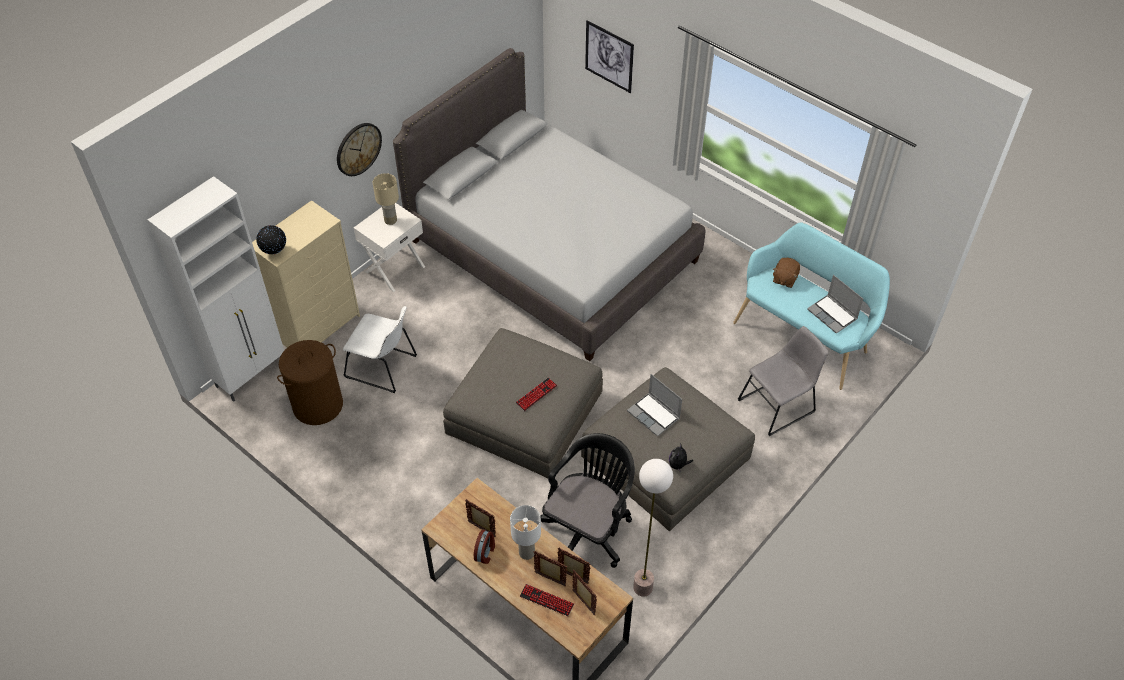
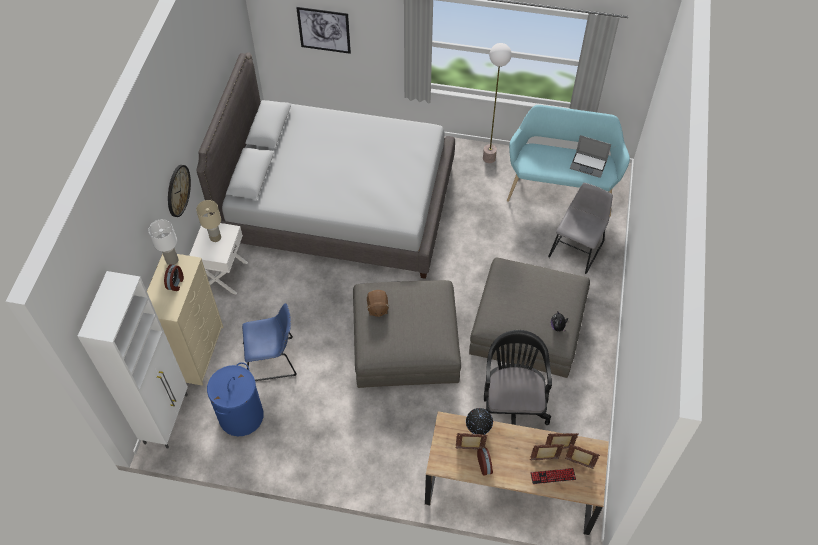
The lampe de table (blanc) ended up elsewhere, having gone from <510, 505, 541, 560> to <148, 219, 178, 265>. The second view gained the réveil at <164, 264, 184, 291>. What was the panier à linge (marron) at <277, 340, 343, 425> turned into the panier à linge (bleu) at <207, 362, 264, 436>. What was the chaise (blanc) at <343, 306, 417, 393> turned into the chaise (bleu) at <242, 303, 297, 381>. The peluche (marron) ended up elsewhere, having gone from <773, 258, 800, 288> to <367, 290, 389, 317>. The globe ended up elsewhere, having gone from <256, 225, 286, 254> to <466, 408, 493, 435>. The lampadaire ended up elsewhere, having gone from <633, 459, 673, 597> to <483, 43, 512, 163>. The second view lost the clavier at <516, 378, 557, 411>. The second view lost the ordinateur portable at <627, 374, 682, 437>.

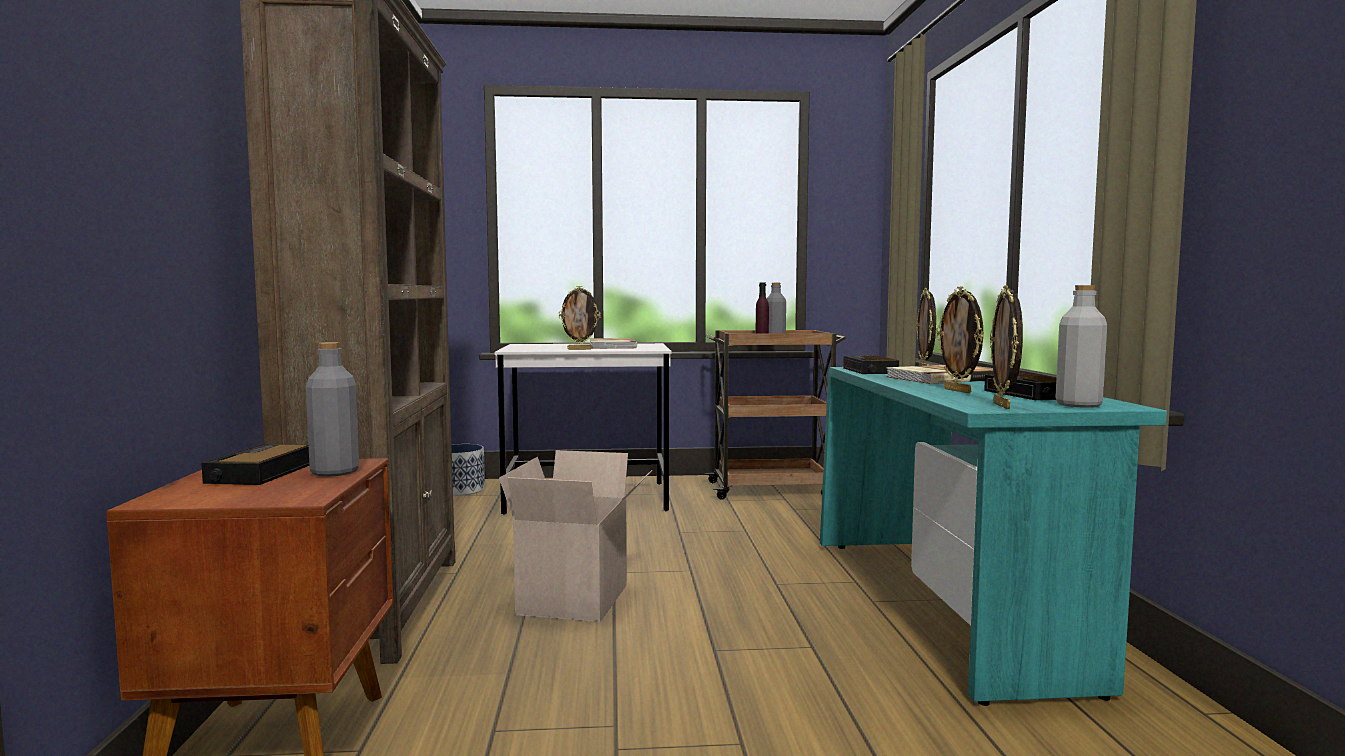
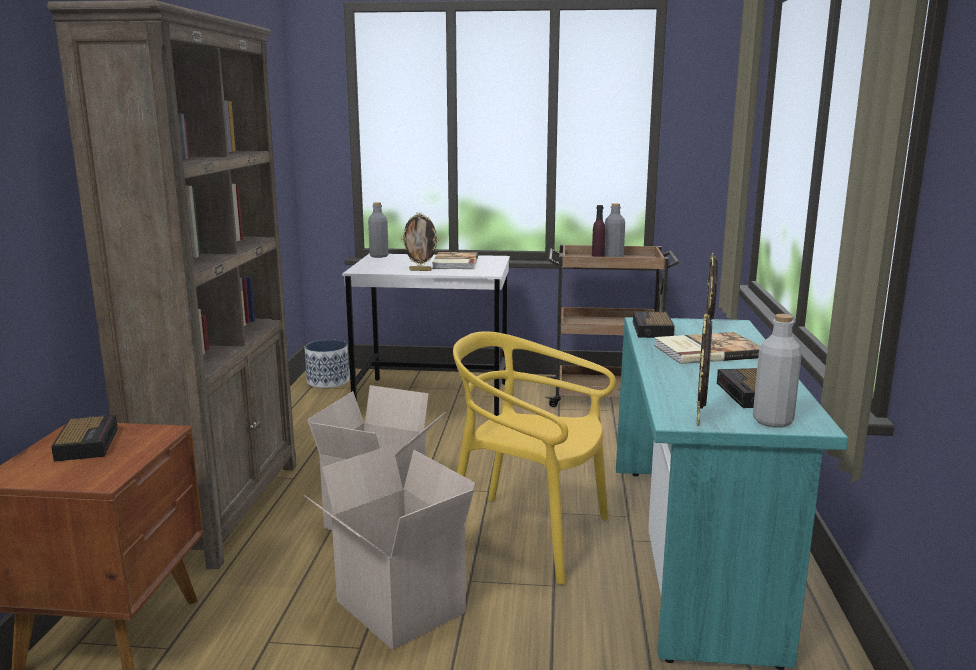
The réveil at <201, 444, 310, 485> ended up facing another way, 150 degrees clockwise from before. The second view gained the carton at <303, 445, 476, 650>. The bouteille (gris) ended up elsewhere, having gone from <306, 342, 359, 477> to <368, 202, 389, 258>. The second view gained the chaise (jaune) at <453, 331, 616, 585>. The second view lost the cadre photo at <936, 286, 984, 393>.

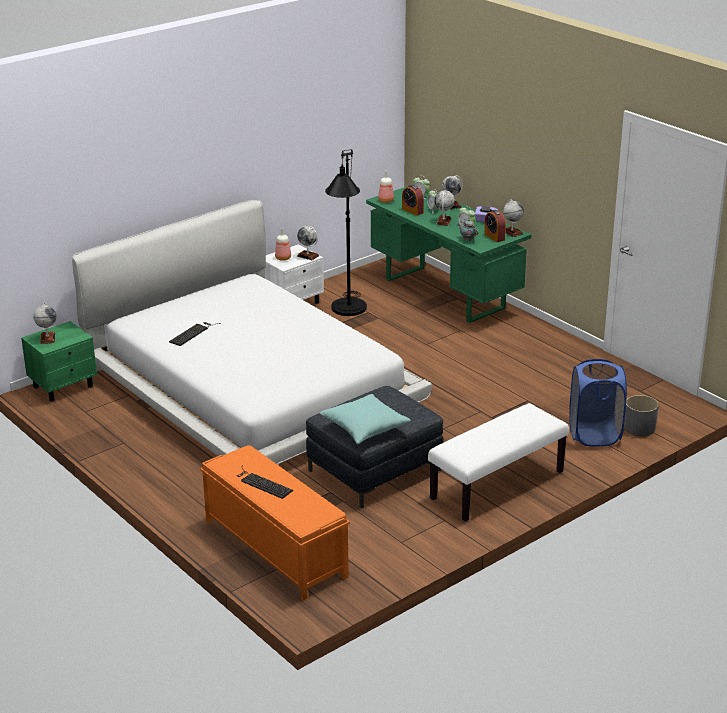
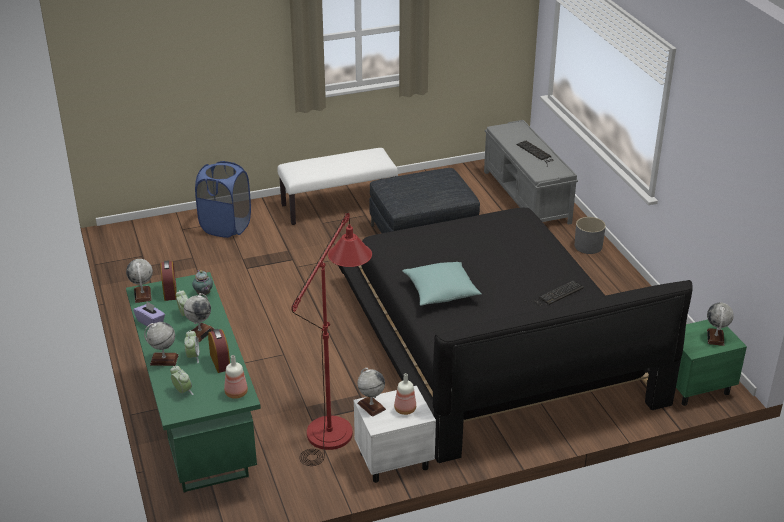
What was the lampadaire (noir) at <325, 149, 367, 316> turned into the lampadaire (rouge) at <291, 212, 372, 466>. What was the lit (blanc) at <72, 200, 432, 465> turned into the lit (noir) at <338, 208, 693, 463>. The coussin (turquoise) ended up elsewhere, having gone from <320, 394, 411, 444> to <402, 262, 482, 306>. What was the banc (orange) at <200, 445, 350, 601> turned into the banc (gris) at <484, 120, 578, 225>. The cache-pot (gris) ended up elsewhere, having gone from <624, 395, 659, 436> to <575, 217, 606, 254>.

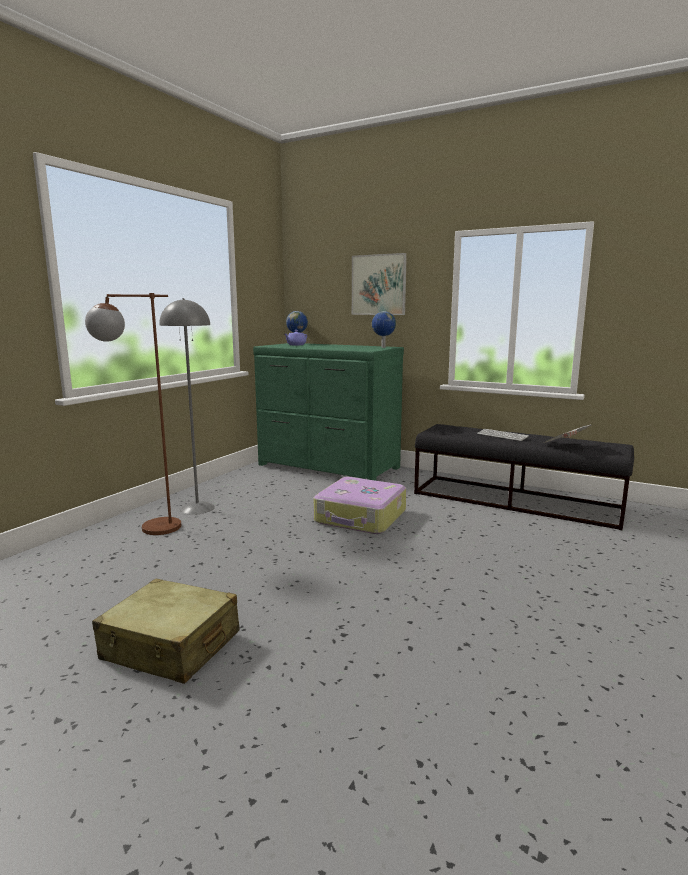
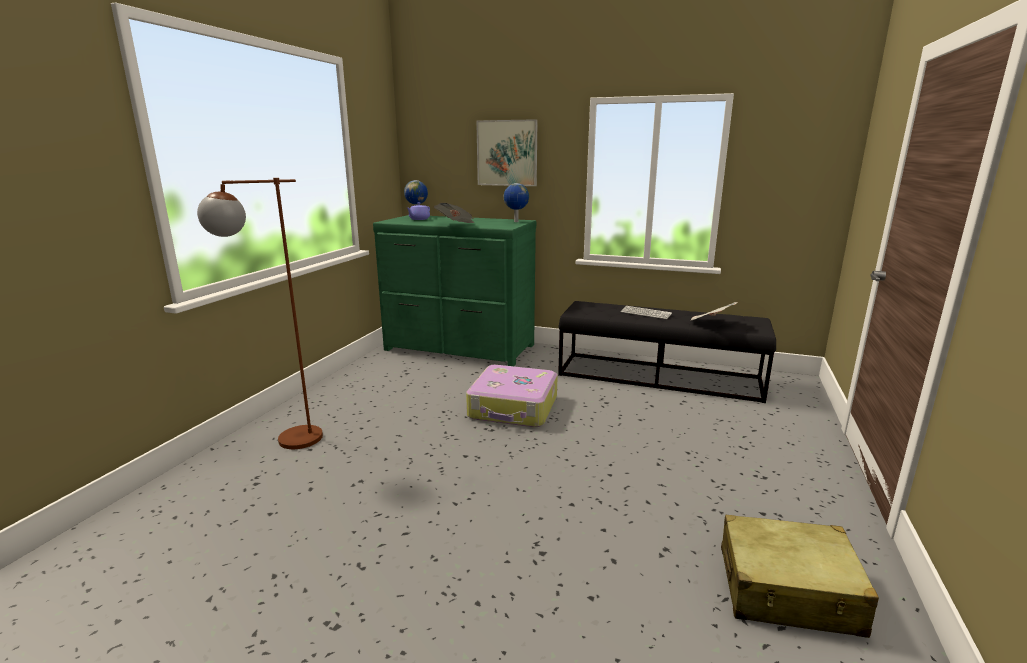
The second view gained the journal at <434, 203, 474, 223>. The valise (beige) ended up elsewhere, having gone from <92, 578, 240, 684> to <721, 515, 879, 638>. The second view lost the lampadaire (gris) at <159, 298, 215, 515>.

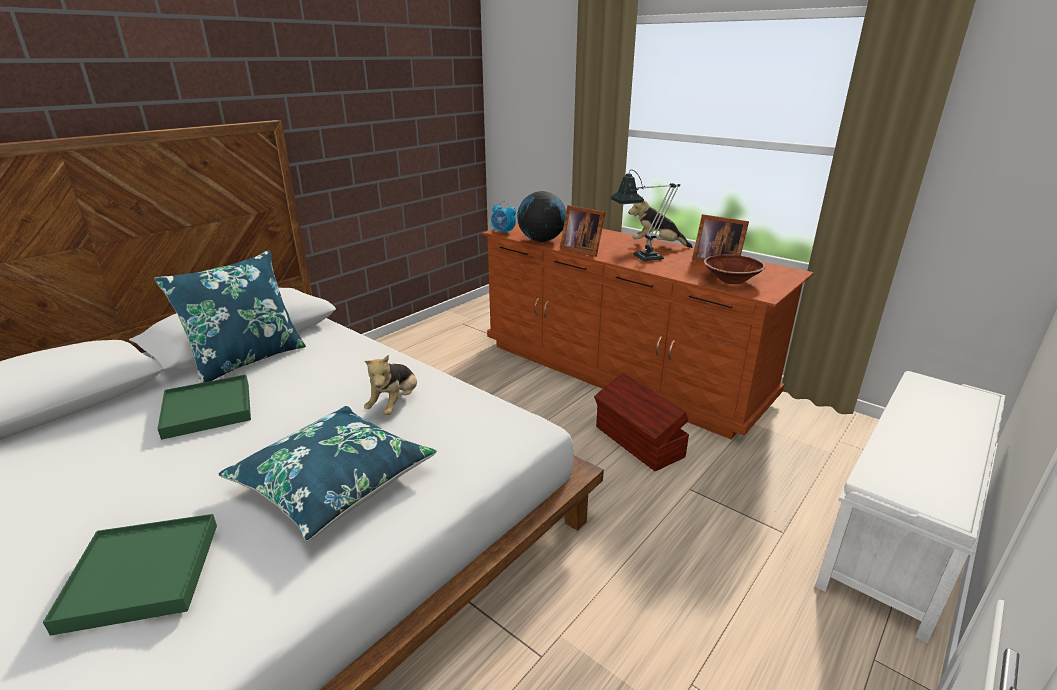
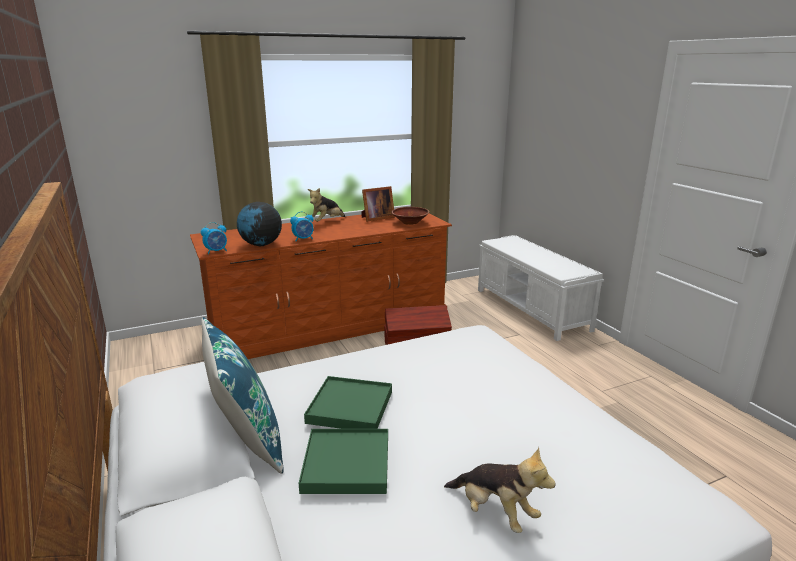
Where the cadre photo stood at <560, 205, 606, 257>, the réveil came to stand at <290, 211, 314, 241>. The plateau (vert) ended up elsewhere, having gone from <43, 514, 217, 636> to <304, 376, 392, 429>. The peluche ended up elsewhere, having gone from <364, 355, 417, 415> to <444, 447, 556, 533>. The second view lost the coussin (bleu) at <219, 406, 437, 541>. The second view lost the lampe de table at <611, 170, 680, 262>.

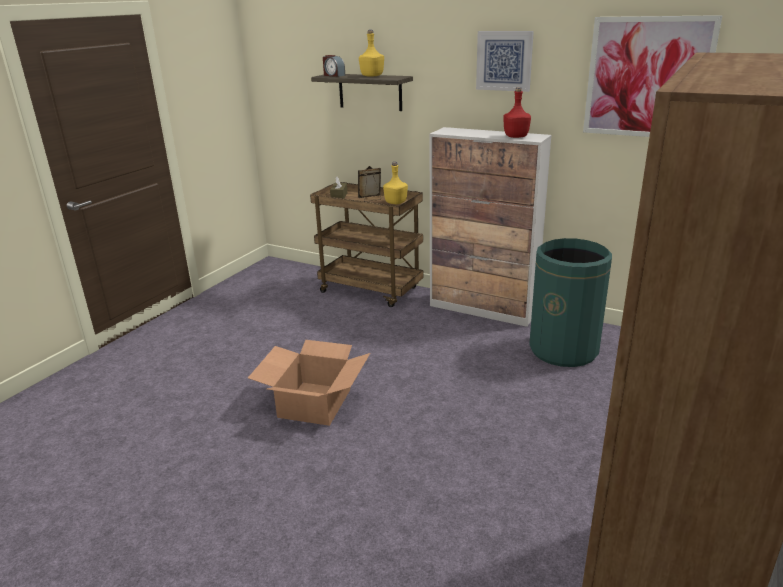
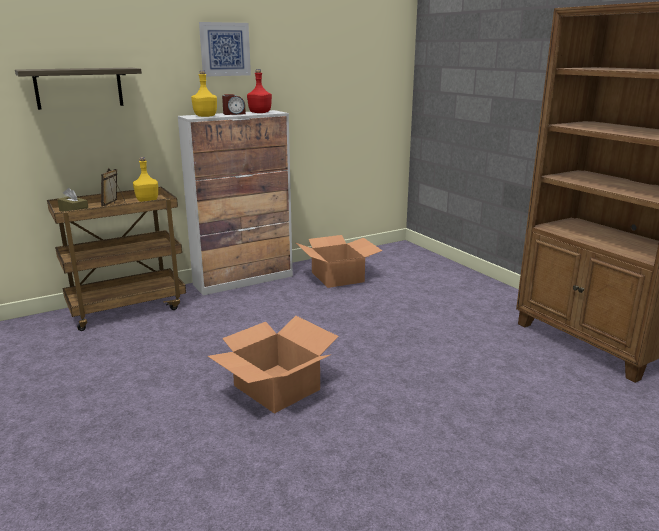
The bouteille (jaune) ended up elsewhere, having gone from <359, 30, 384, 77> to <191, 71, 217, 117>. The réveil ended up elsewhere, having gone from <323, 55, 345, 77> to <222, 94, 246, 115>. Where the poubelle (vert) stood at <529, 238, 612, 367>, the carton came to stand at <296, 235, 382, 288>. The second view lost the tableau at <583, 15, 723, 137>.

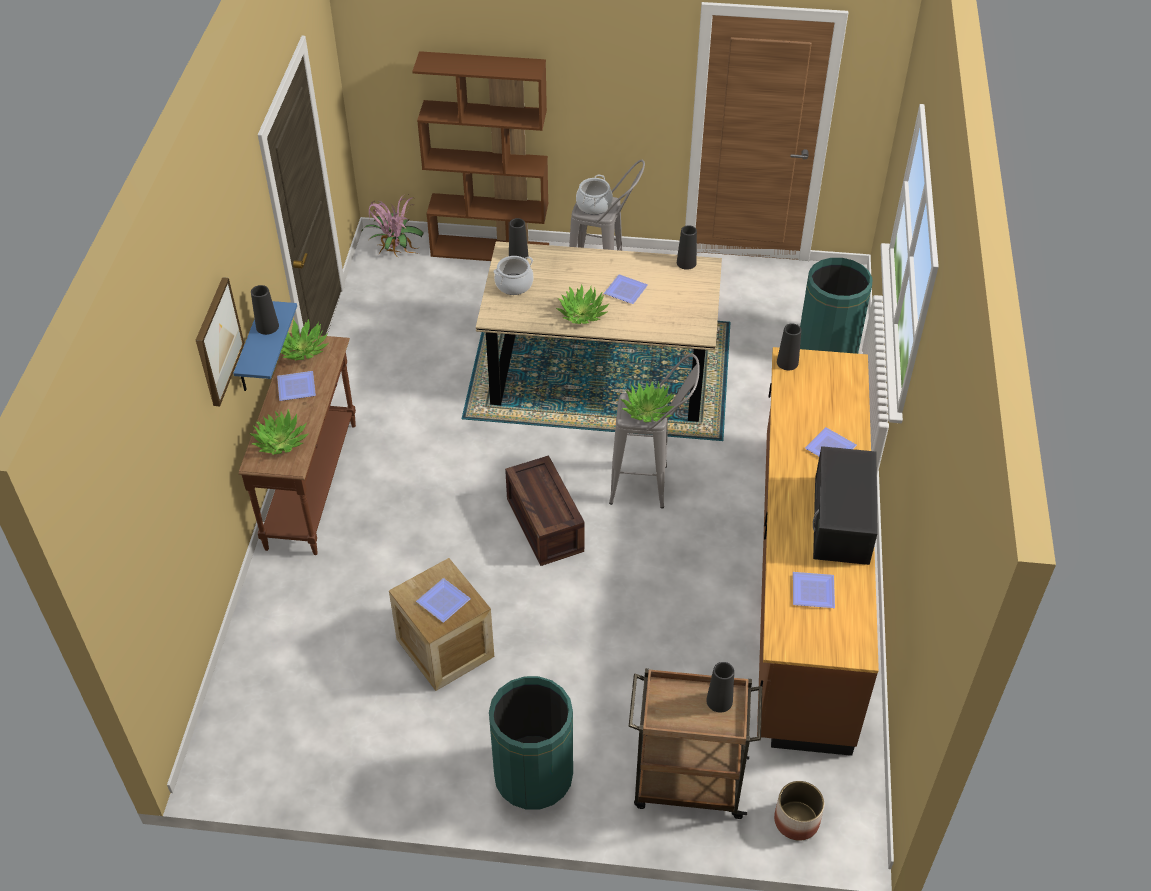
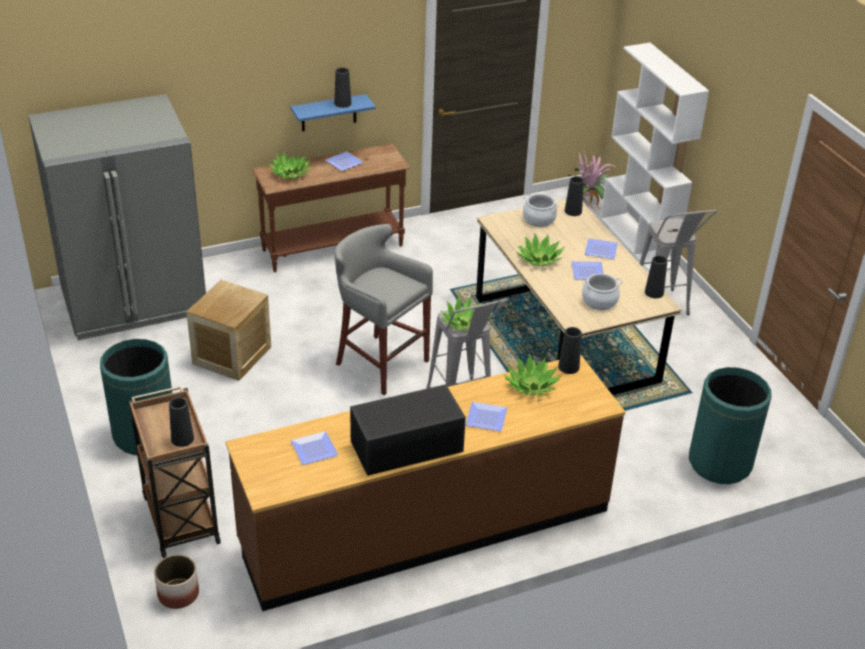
The second view gained the réfrigérateur (gris) at <28, 94, 206, 340>. Where the caisse stood at <505, 455, 585, 566>, the tabouret (gris) came to stand at <335, 224, 433, 395>. The plante en pot ended up elsewhere, having gone from <280, 319, 329, 360> to <503, 354, 562, 395>. The marmite ended up elsewhere, having gone from <576, 175, 613, 215> to <582, 273, 623, 310>. The assiette ended up elsewhere, having gone from <416, 578, 471, 623> to <585, 238, 618, 259>. What was the bibliothèque (marron) at <412, 51, 549, 261> turned into the bibliothèque (blanc) at <600, 43, 709, 271>. The second view lost the tableau at <196, 277, 244, 406>.

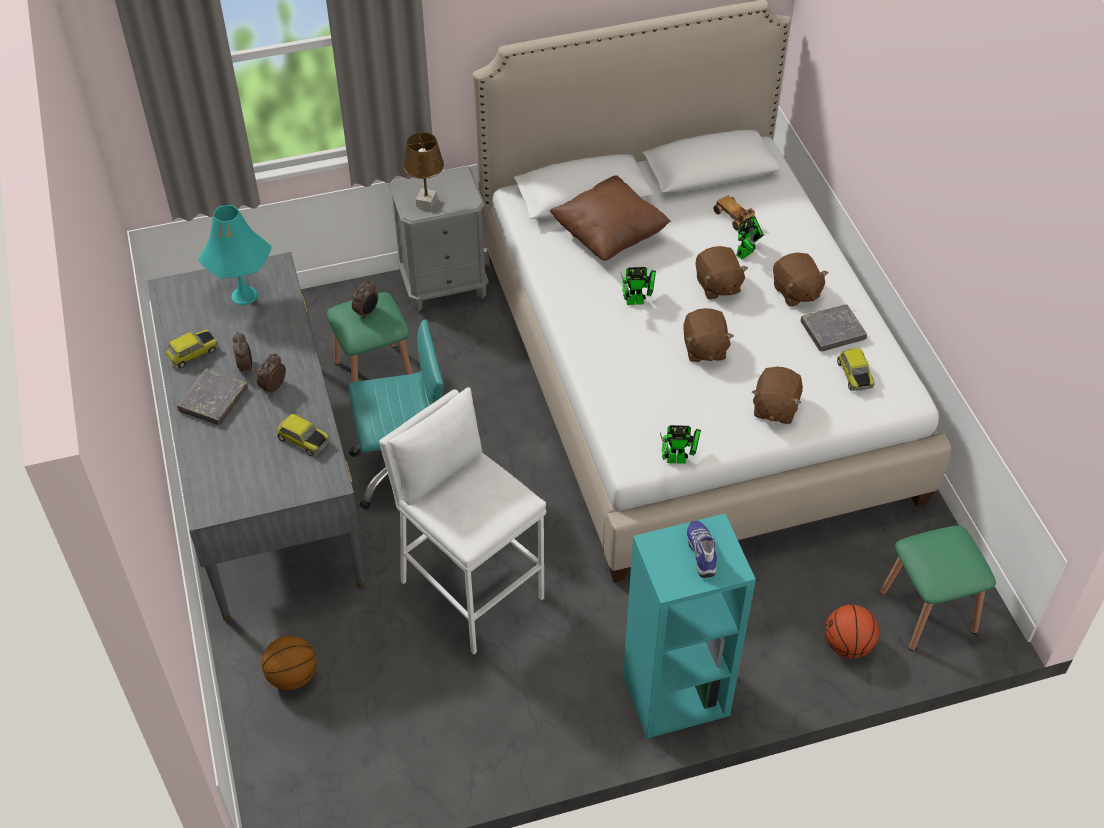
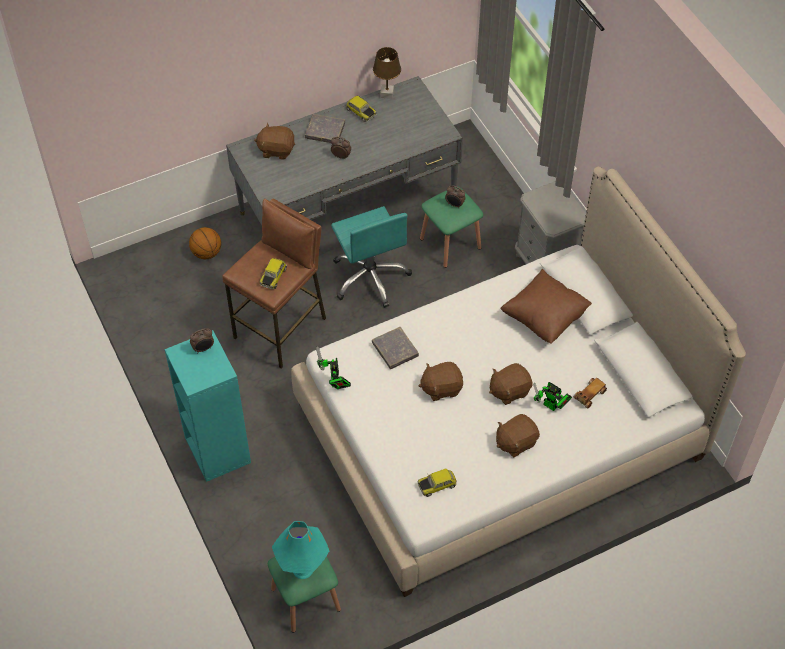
The réveil ended up elsewhere, having gone from <233, 332, 252, 374> to <190, 328, 214, 352>. What was the tabouret (blanc) at <379, 387, 546, 655> turned into the tabouret (marron) at <222, 199, 326, 368>. The peluche (marron) ended up elsewhere, having gone from <752, 367, 803, 424> to <254, 123, 295, 160>. The petite voiture ended up elsewhere, having gone from <276, 414, 330, 456> to <260, 258, 287, 289>. The lampe de table (turquoise) ended up elsewhere, having gone from <198, 205, 272, 305> to <272, 521, 329, 579>. The livre (gris) ended up elsewhere, having gone from <800, 304, 867, 352> to <372, 327, 419, 369>. The lampe de table (marron) ended up elsewhere, having gone from <403, 132, 444, 210> to <373, 47, 401, 99>. The second view lost the robot jouet at <621, 267, 656, 305>. The second view lost the chaussure at <687, 521, 717, 578>. The second view lost the ballon de basket at <825, 605, 879, 658>.

